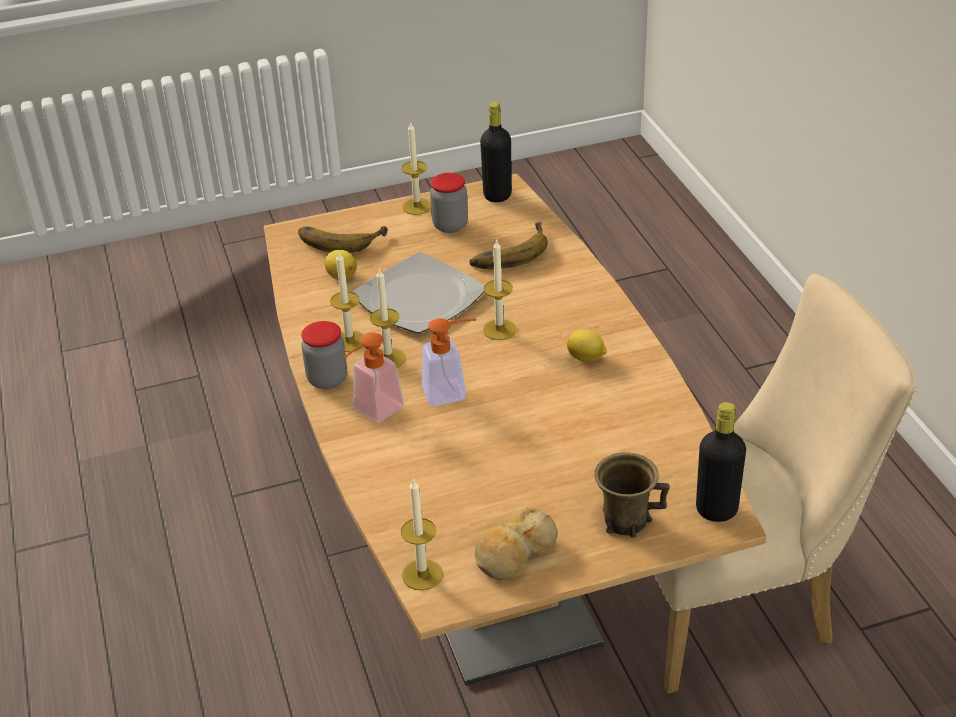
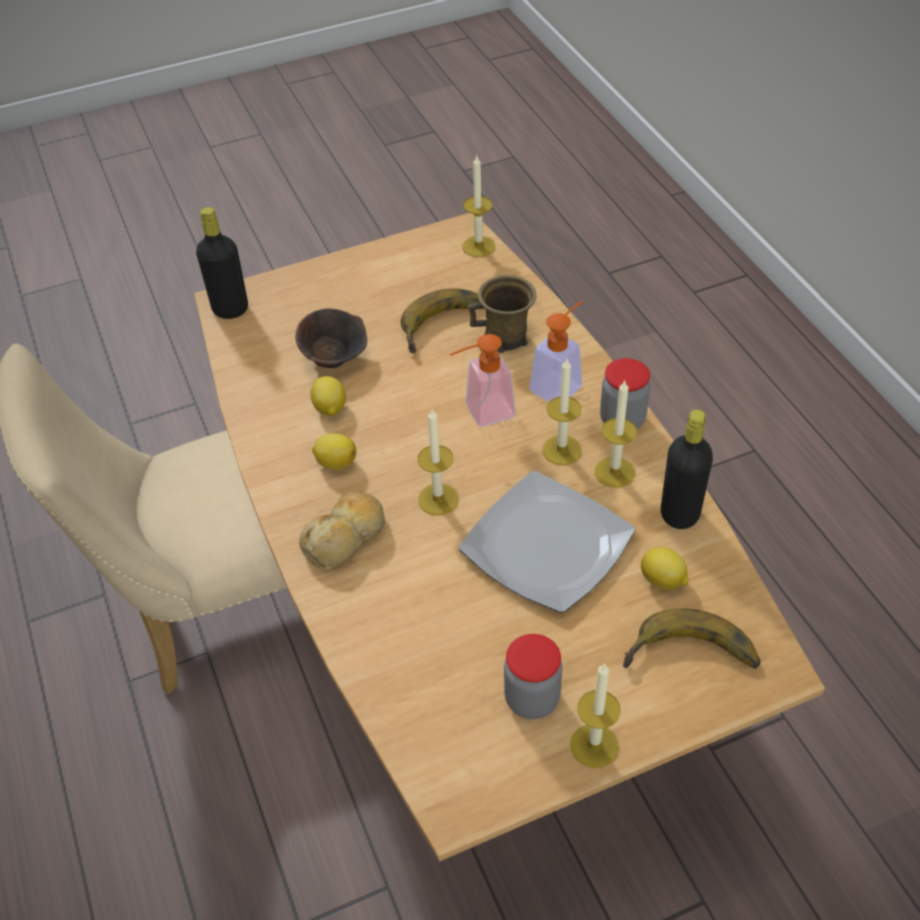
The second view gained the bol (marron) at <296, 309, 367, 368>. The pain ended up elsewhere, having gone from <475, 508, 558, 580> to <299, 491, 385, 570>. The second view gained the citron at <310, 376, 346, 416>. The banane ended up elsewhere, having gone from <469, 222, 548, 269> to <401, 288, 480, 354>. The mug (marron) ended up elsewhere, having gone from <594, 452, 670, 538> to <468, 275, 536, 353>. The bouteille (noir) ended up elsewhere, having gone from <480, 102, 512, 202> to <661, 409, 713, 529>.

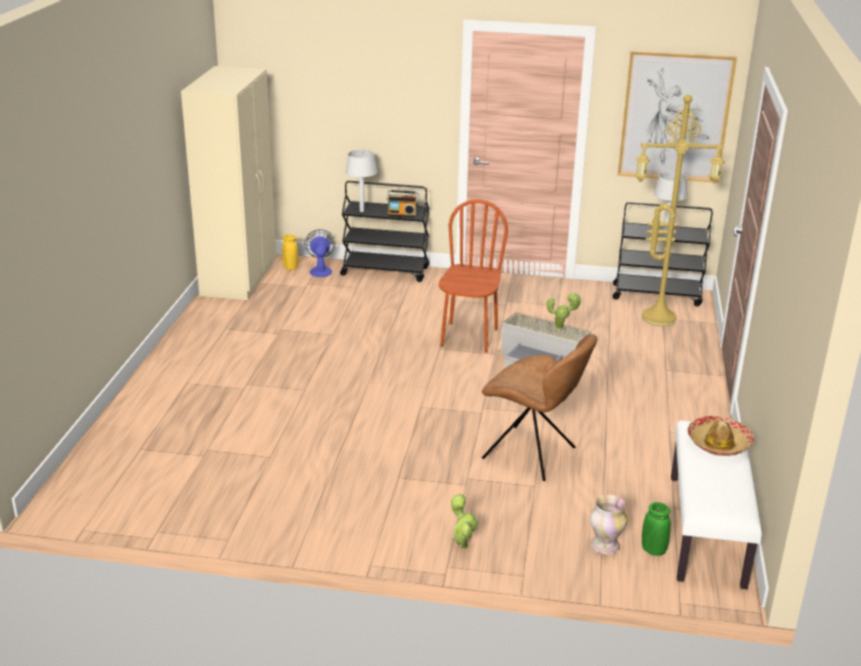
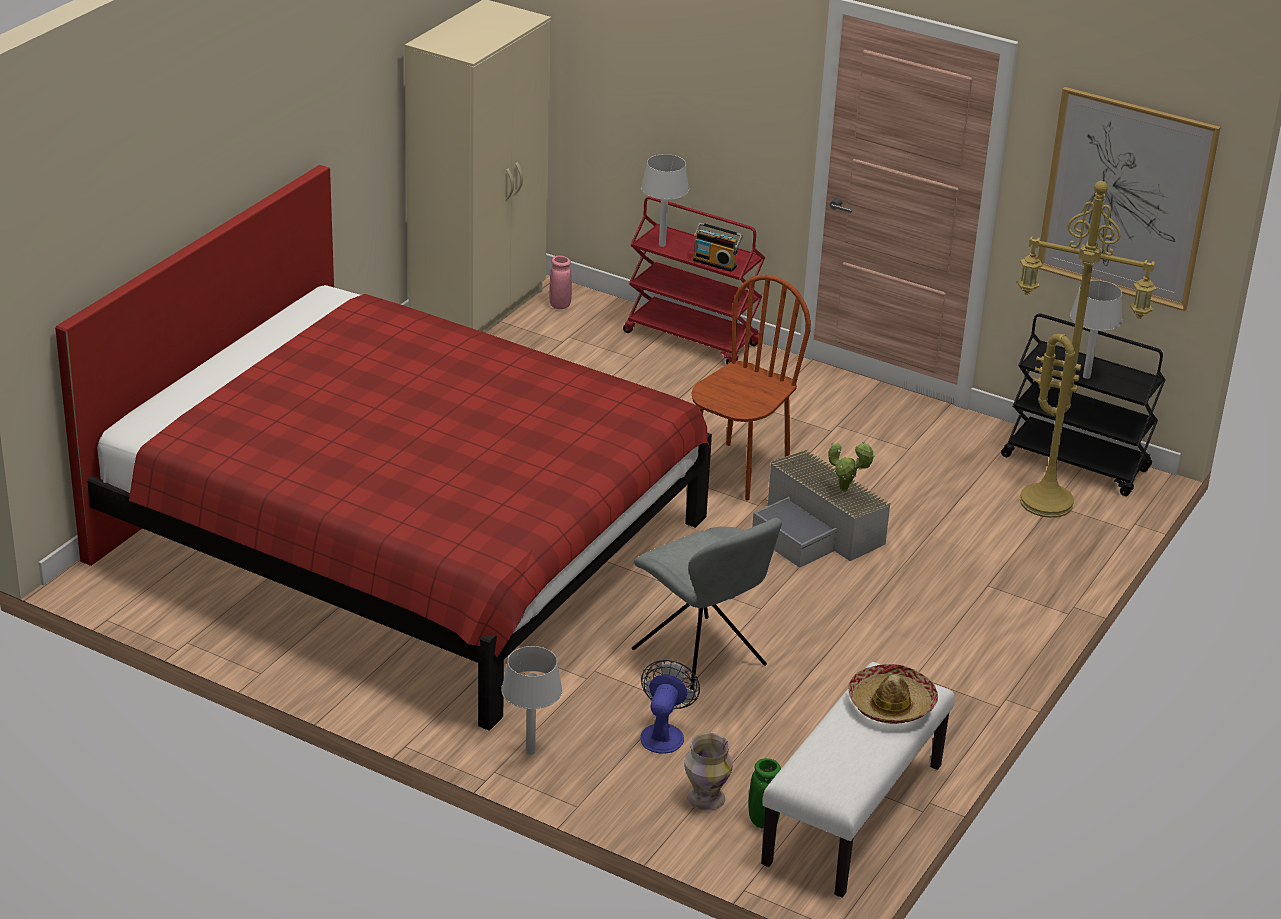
The second view gained the lit (rouge) at <55, 165, 712, 731>. Where the plante en pot stood at <451, 494, 478, 549>, the lampe de table (gris) came to stand at <501, 646, 563, 755>. What was the vase (jaune) at <282, 234, 298, 270> turned into the vase (rose) at <549, 256, 572, 309>. What was the chariot (noir) at <340, 181, 429, 282> turned into the chariot (rouge) at <623, 196, 765, 364>. What was the chaise (marron) at <482, 334, 597, 481> turned into the chaise (gris) at <632, 518, 782, 691>. The ventilateur ended up elsewhere, having gone from <304, 229, 335, 277> to <640, 660, 700, 754>.

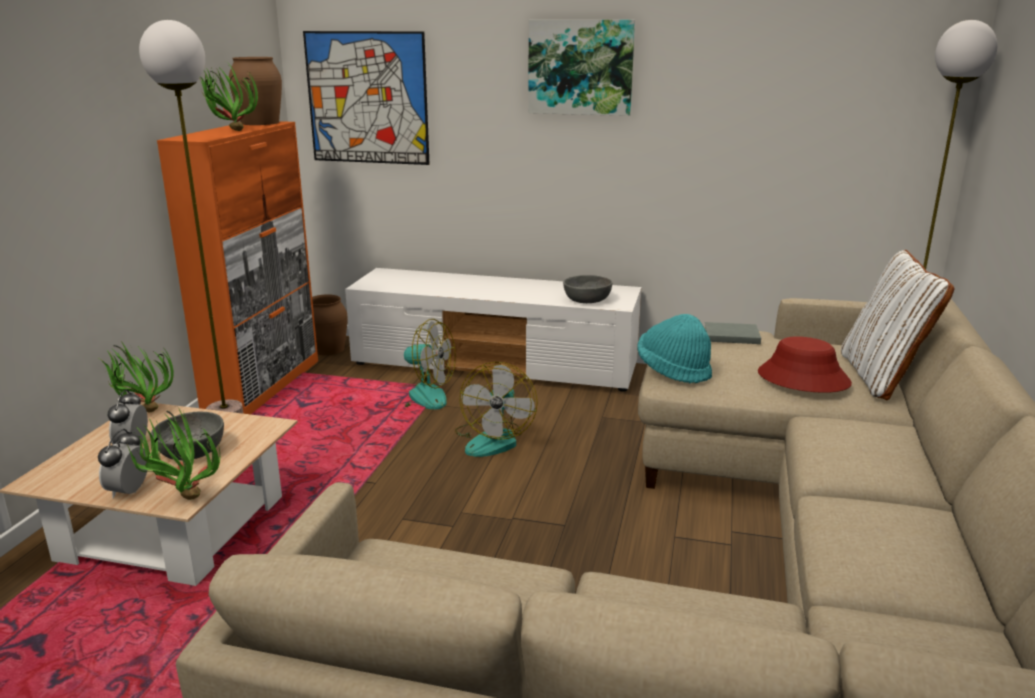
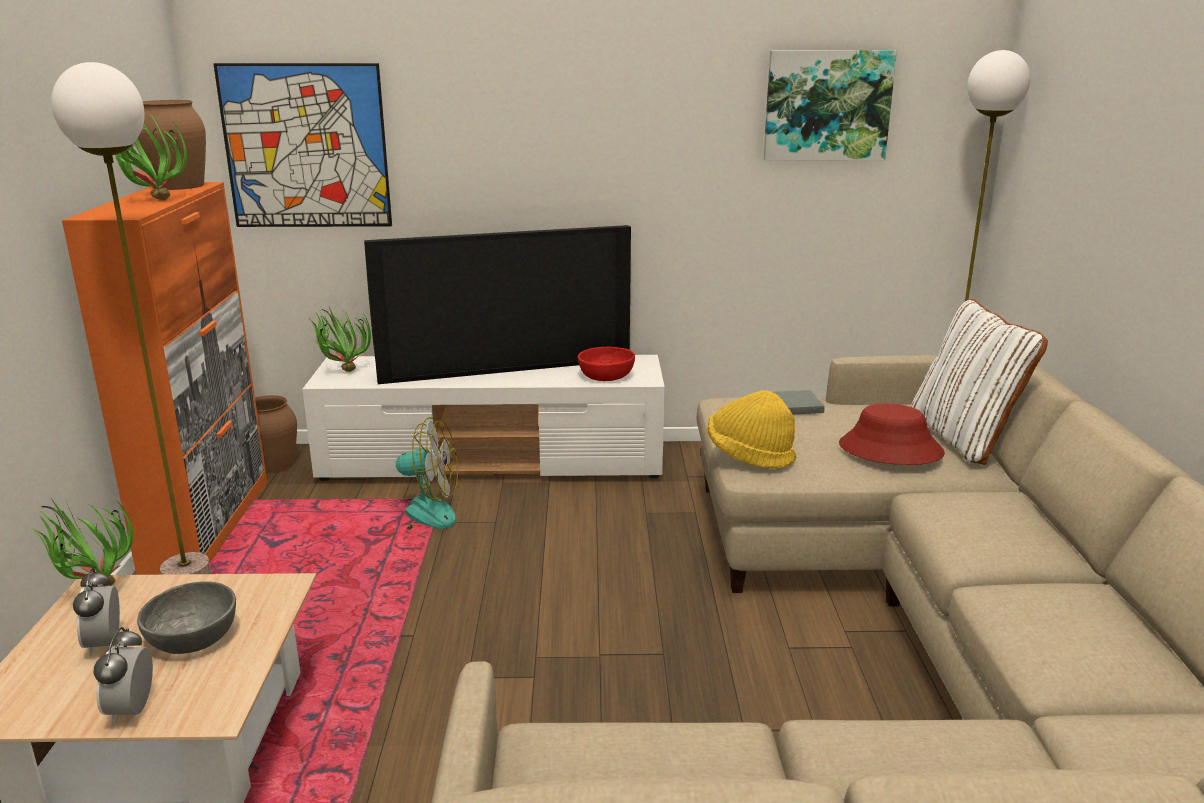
The plante en pot ended up elsewhere, having gone from <127, 406, 220, 500> to <310, 307, 371, 372>. The second view gained the téléviseur at <364, 225, 631, 384>. What was the bol (gris) at <563, 275, 612, 303> turned into the bol (rouge) at <578, 347, 635, 381>. What was the chapeau (turquoise) at <637, 314, 712, 383> turned into the chapeau (jaune) at <707, 390, 796, 469>. The tableau ended up elsewhere, having gone from <528, 20, 635, 116> to <764, 50, 897, 161>. The second view lost the ventilateur at <455, 362, 538, 457>.

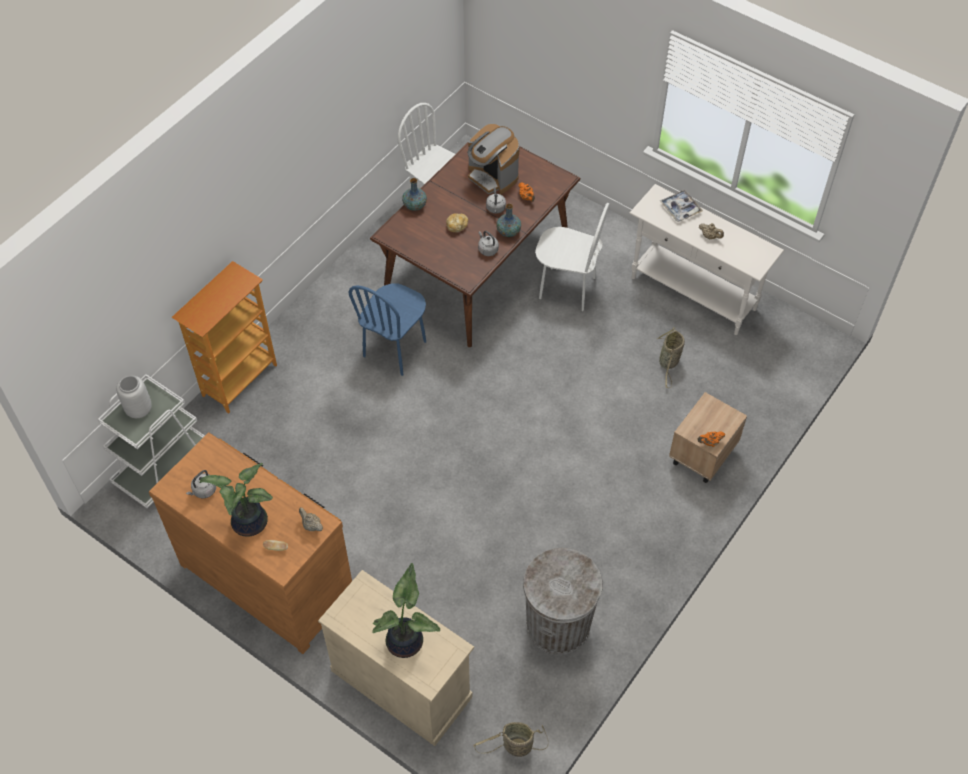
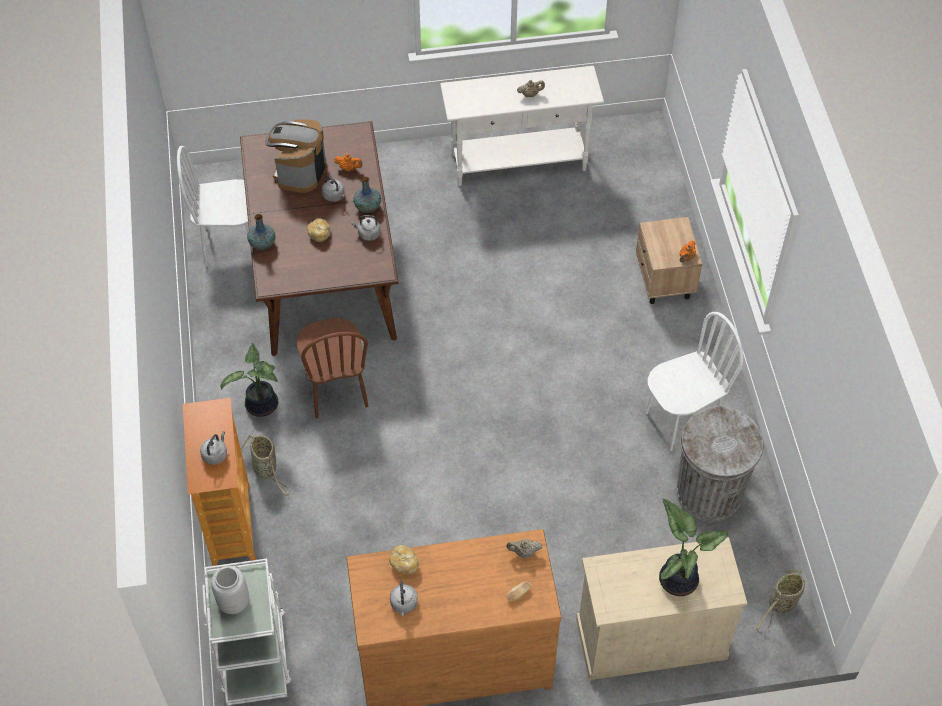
The second view gained the bouilloire (gris) at <200, 431, 227, 465>. The plante en pot ended up elsewhere, having gone from <199, 463, 273, 537> to <220, 343, 278, 417>. The panier ended up elsewhere, having gone from <657, 327, 685, 388> to <241, 434, 290, 496>. The machine à café at <467, 124, 520, 195> ended up facing another way, 105 degrees clockwise from before. What was the chaise (bleu) at <349, 283, 426, 376> turned into the chaise (marron) at <297, 318, 368, 419>. The second view gained the pain at <389, 545, 419, 574>. The chaise (blanc) ended up elsewhere, having gone from <535, 203, 609, 311> to <645, 312, 744, 451>. The second view lost the plateau at <660, 190, 703, 222>.

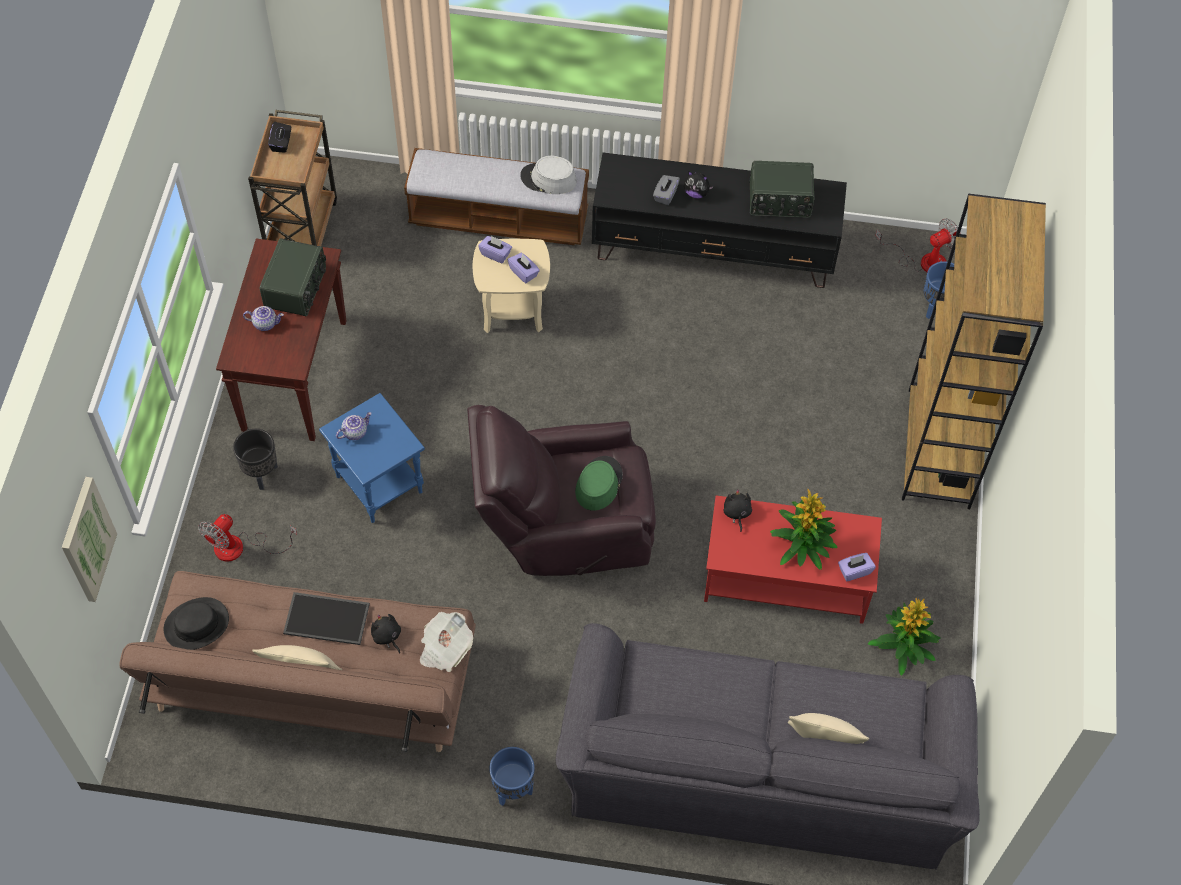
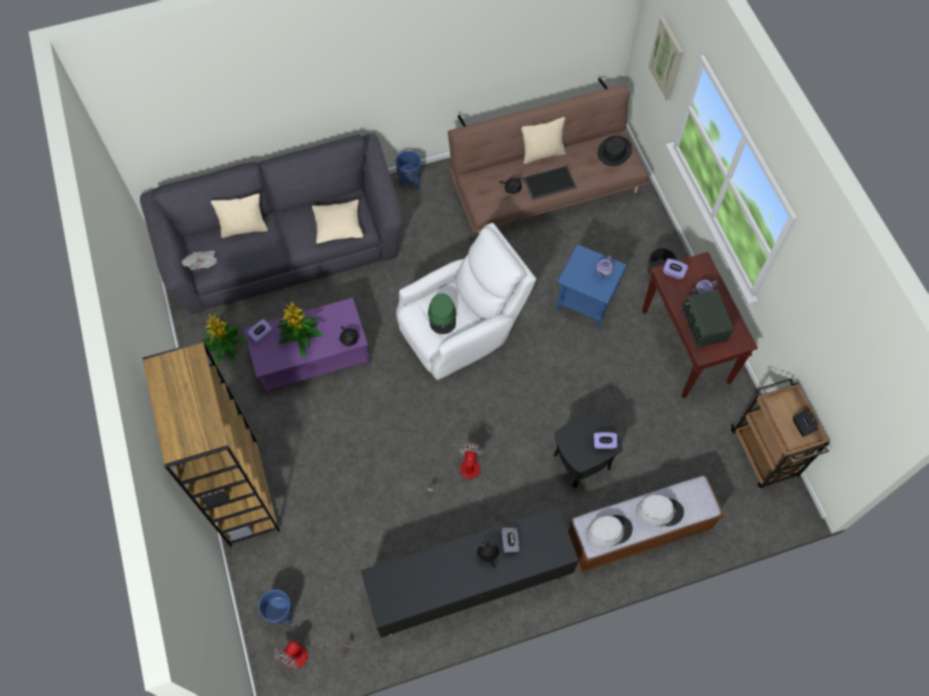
The journal ended up elsewhere, having gone from <419, 612, 473, 672> to <182, 251, 217, 270>. What was the table basse (rouge) at <704, 495, 882, 624> turned into the table basse (violet) at <244, 298, 370, 397>. The second view gained the coussin (beige) at <312, 199, 363, 244>. What was the fauteuil (marron) at <467, 405, 656, 576> turned into the fauteuil (blanc) at <396, 223, 536, 380>. The ventilateur ended up elsewhere, having gone from <198, 514, 297, 562> to <427, 443, 484, 491>. What was the table d'appoint (beige) at <472, 239, 550, 333> turned into the table d'appoint (noir) at <554, 411, 623, 488>. The second view gained the chapeau (gris) at <636, 495, 684, 527>. The boîte à mouchoirs (violet) ended up elsewhere, having gone from <508, 253, 540, 283> to <663, 259, 688, 280>. The second view lost the radio at <750, 161, 815, 218>.

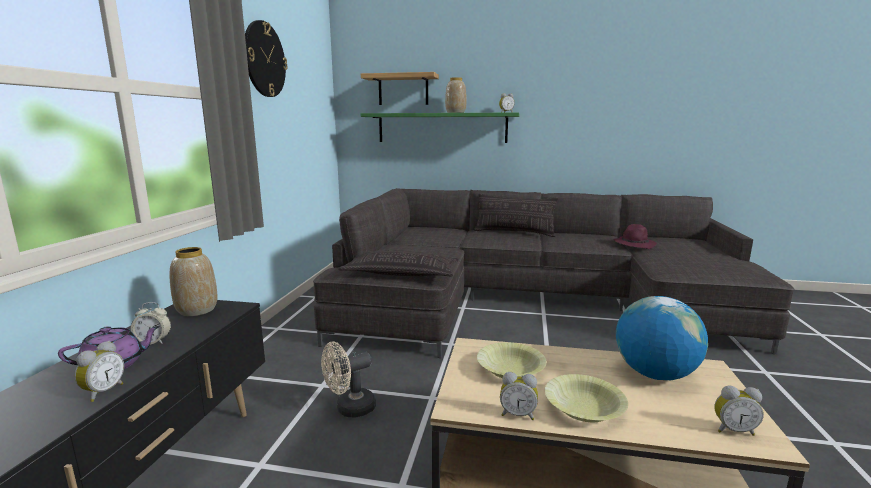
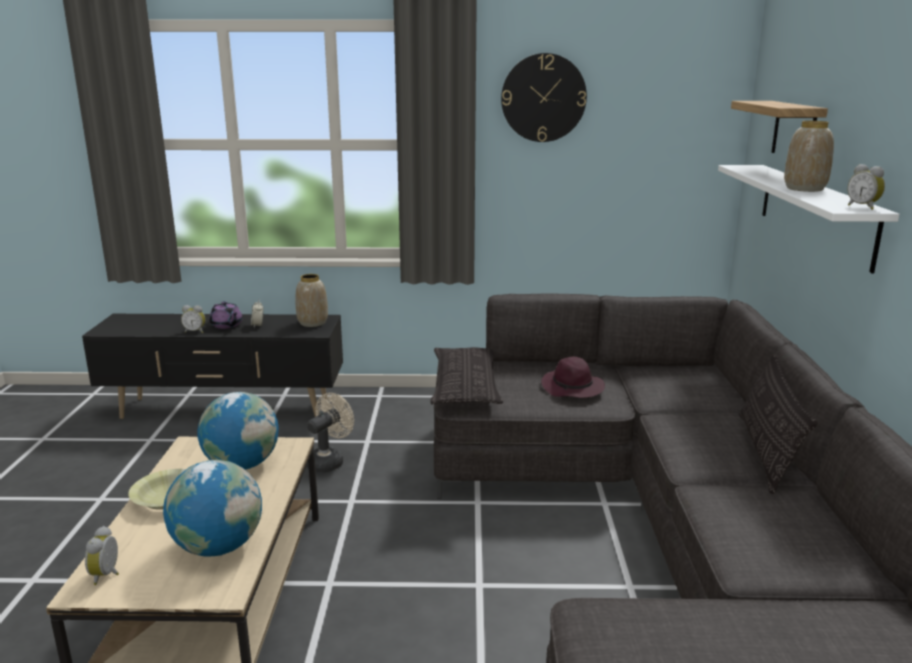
Where the bol (jaune) stood at <477, 342, 547, 378>, the globe came to stand at <198, 392, 279, 470>. The ventilateur (beige) at <321, 341, 376, 417> ended up facing another way, 75 degrees clockwise from before. The chapeau (violet) ended up elsewhere, having gone from <613, 224, 657, 249> to <541, 357, 605, 398>. What was the étagère (vert) at <360, 112, 520, 143> turned into the étagère (blanc) at <718, 165, 899, 273>. The second view lost the réveil at <500, 372, 538, 420>.

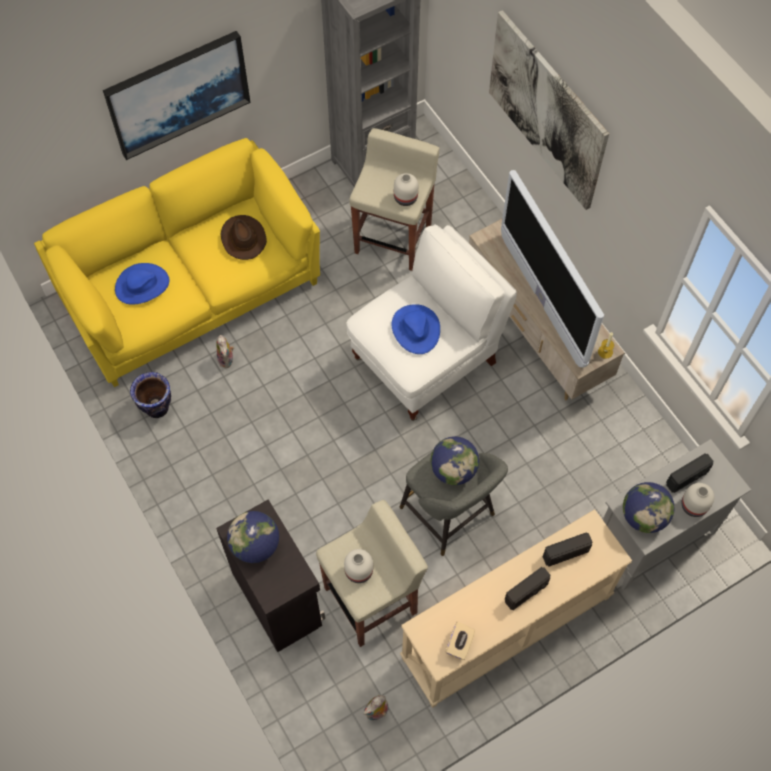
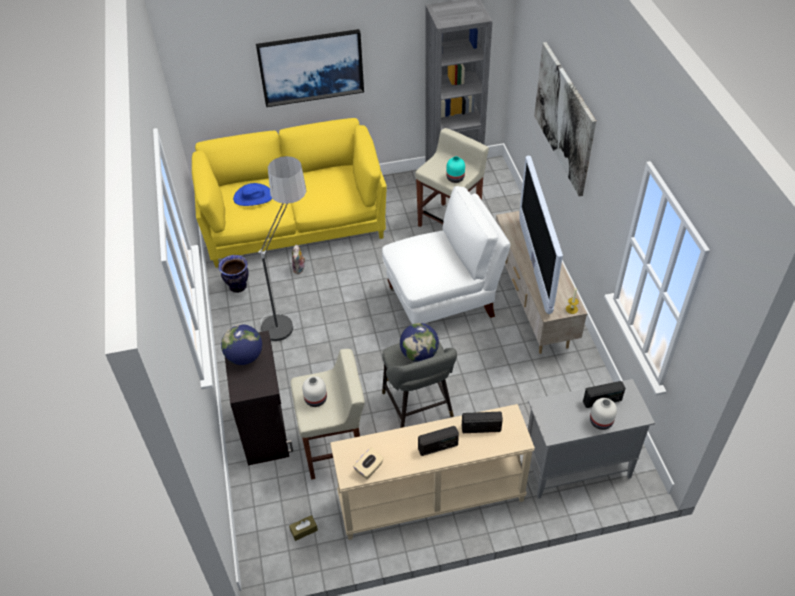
The second view gained the lampadaire at <258, 156, 306, 344>. Where the peluche stood at <364, 695, 388, 720>, the boîte à mouchoirs (marron) came to stand at <289, 515, 318, 541>. What was the vase (blanc) at <394, 173, 418, 206> turned into the vase (turquoise) at <446, 156, 465, 183>. The second view lost the chapeau (marron) at <220, 215, 267, 260>. The second view lost the chapeau (bleu) at <392, 304, 440, 354>. The second view lost the globe at <623, 482, 675, 533>.

